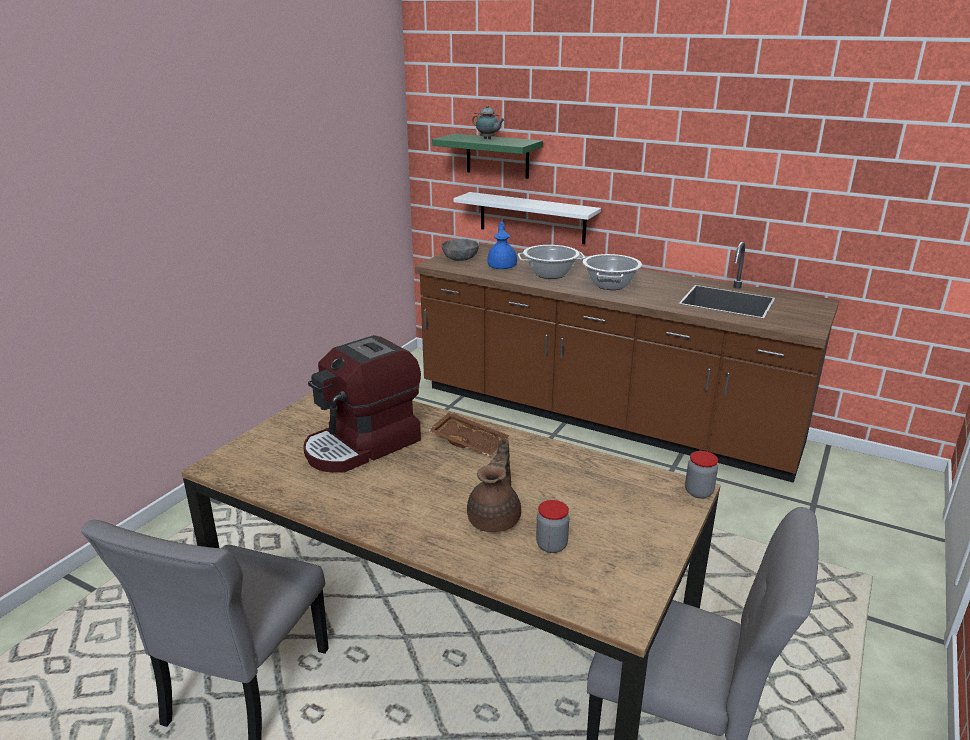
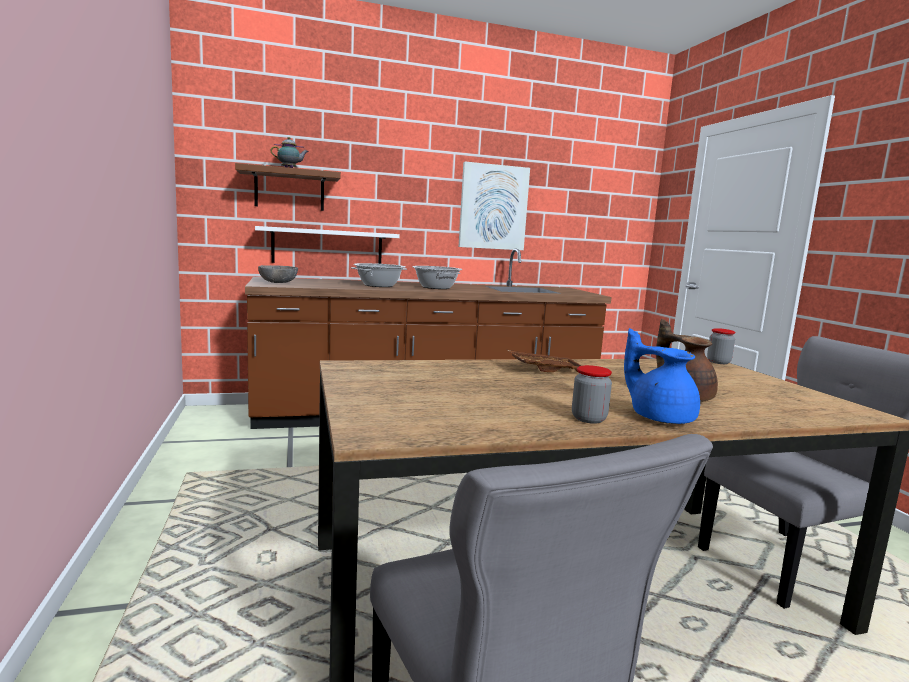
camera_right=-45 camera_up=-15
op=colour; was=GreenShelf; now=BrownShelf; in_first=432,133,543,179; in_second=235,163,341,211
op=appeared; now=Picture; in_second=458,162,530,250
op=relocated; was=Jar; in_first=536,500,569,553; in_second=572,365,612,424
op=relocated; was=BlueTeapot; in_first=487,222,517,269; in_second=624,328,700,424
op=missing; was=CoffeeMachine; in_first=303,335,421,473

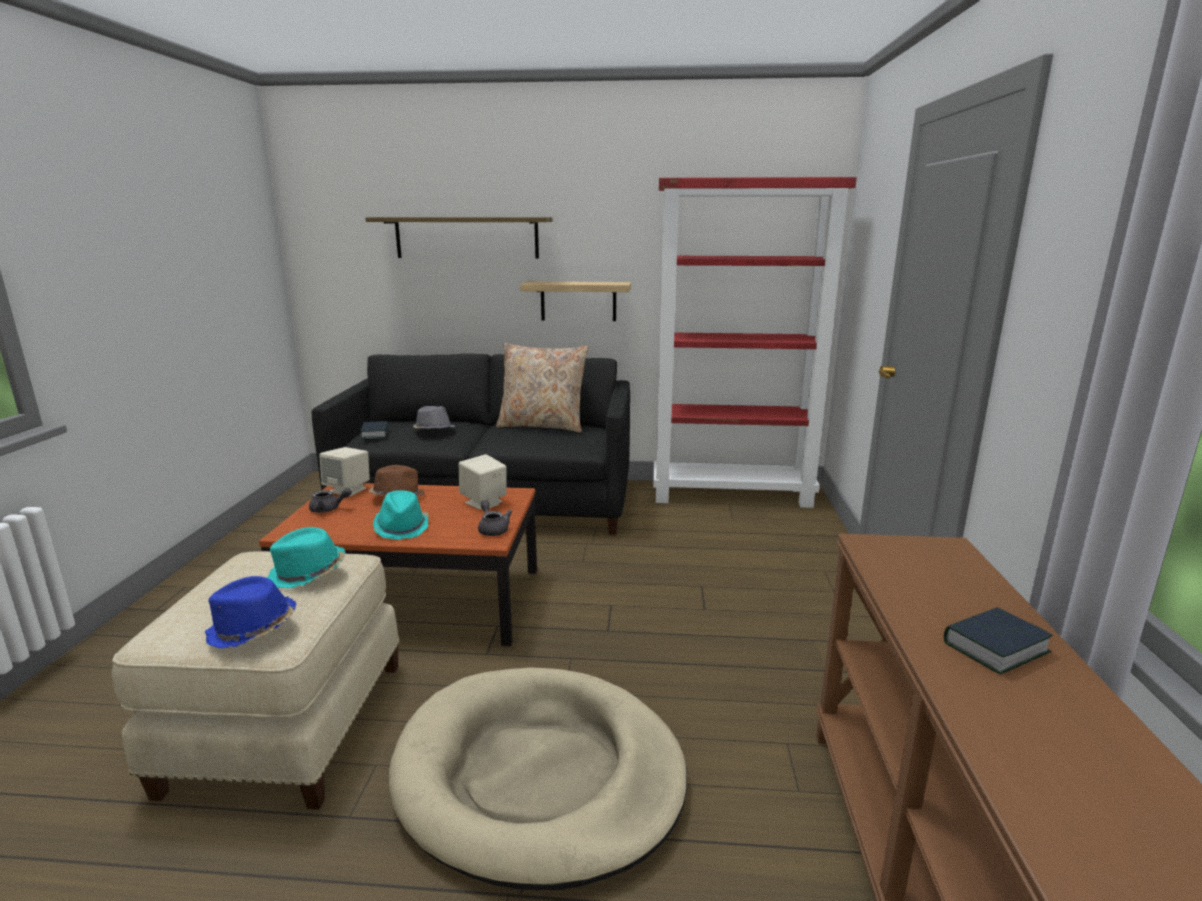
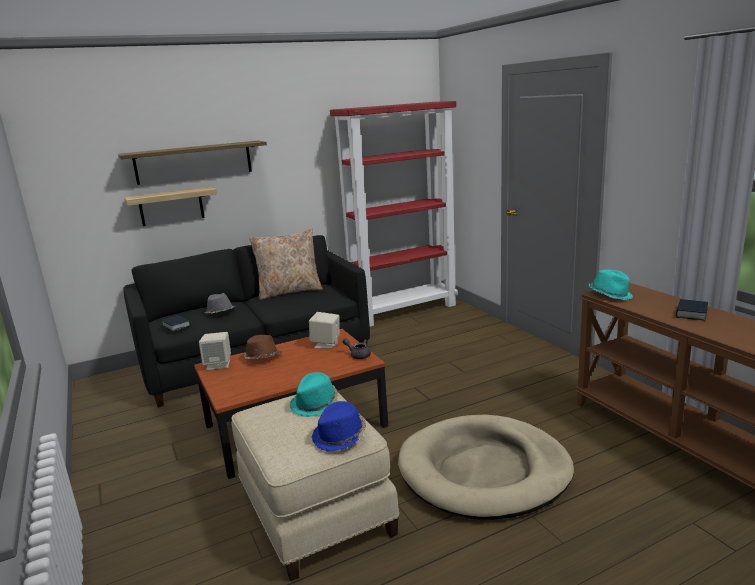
camera_right=-30 camera_up=0
op=relocated; was=Shelf; in_first=520,281,631,321; in_second=124,186,217,226
op=relocated; was=TurquoiseHat; in_first=373,490,429,540; in_second=589,270,633,300
op=missing; was=GreyTeapot; in_first=309,488,352,513

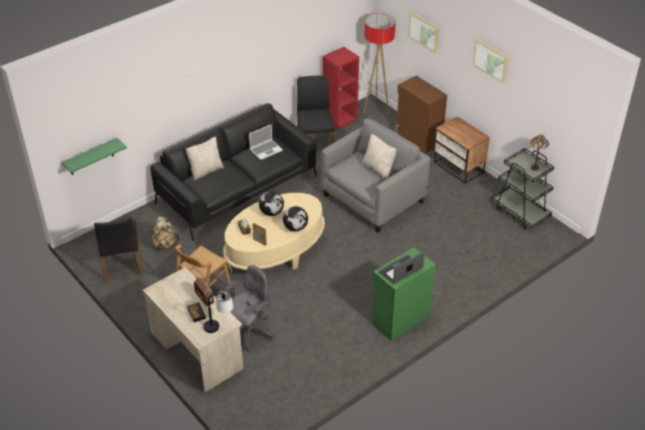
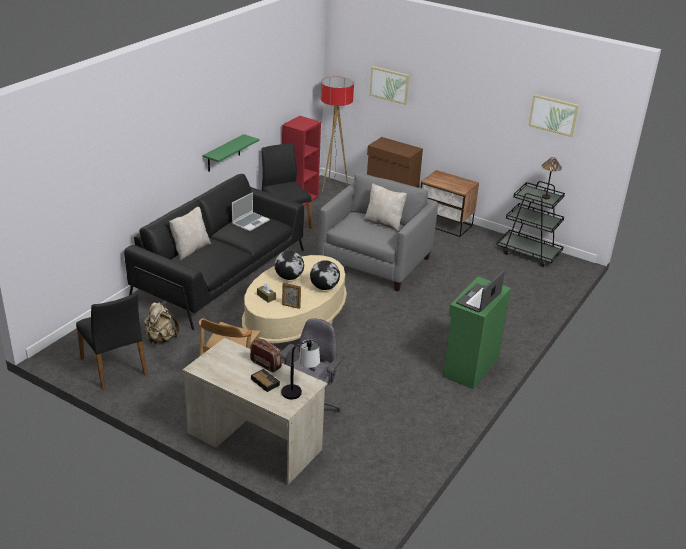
camera_right=-20 camera_up=-10
op=relocated; was=GreenShelf; in_first=61,138,127,175; in_second=203,134,259,172
op=relocated; was=Picture; in_first=472,39,508,83; in_second=528,94,579,137

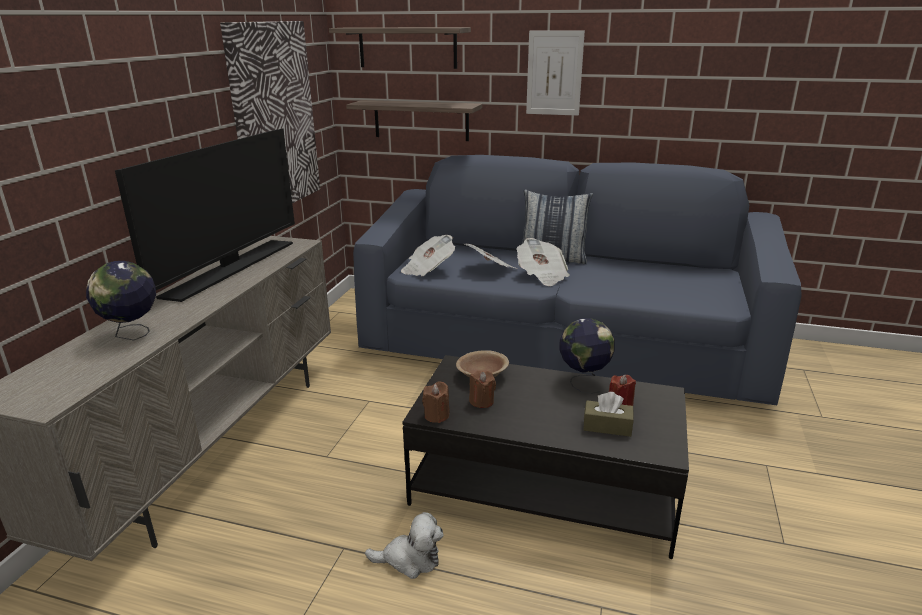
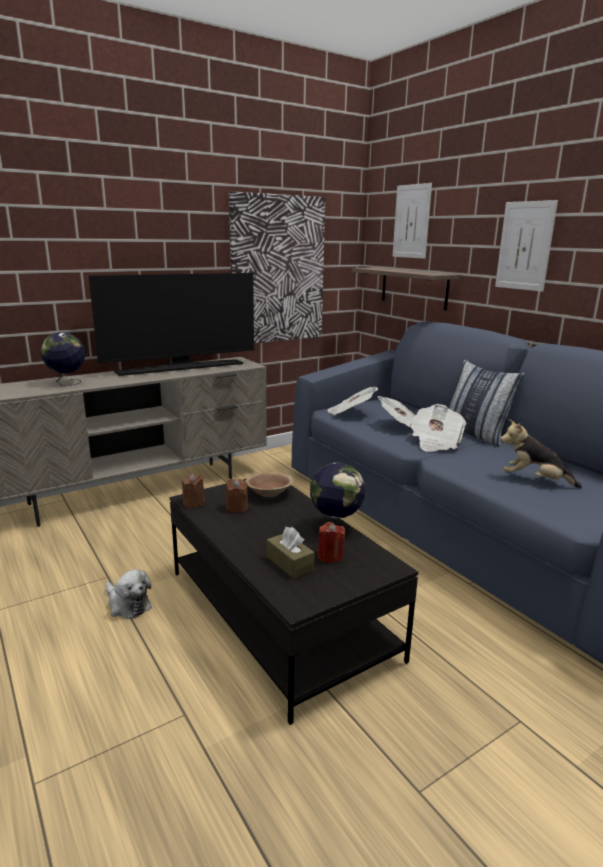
camera_right=40 camera_up=-5
op=exchanged; was=Shelf; now=Picture; in_first=329,27,471,69; in_second=392,183,432,259
op=appeared; now=PlushToy; in_second=500,419,582,488

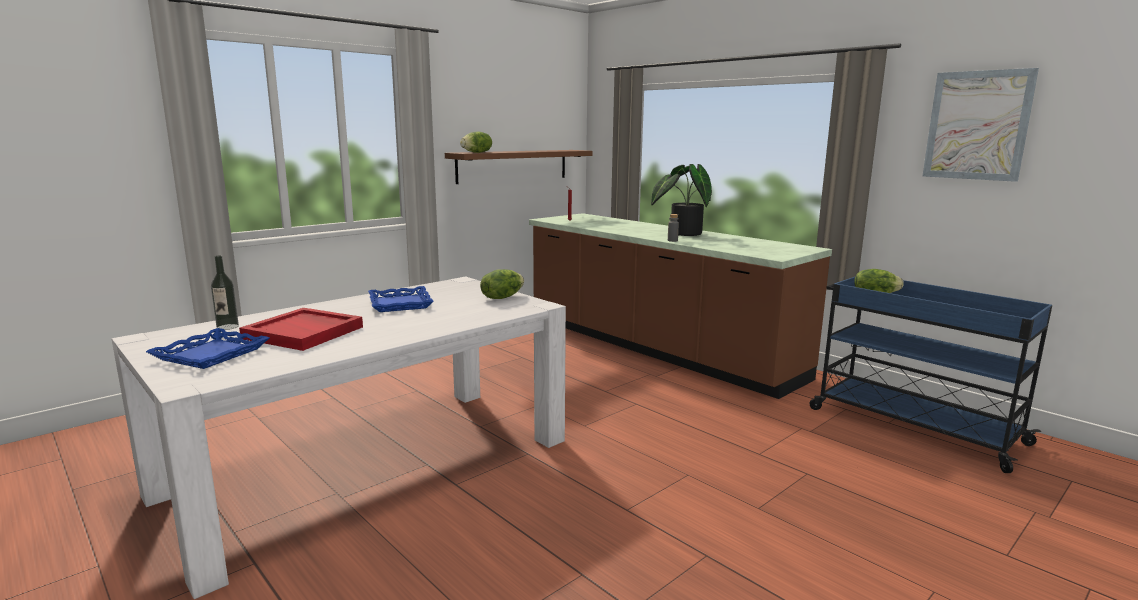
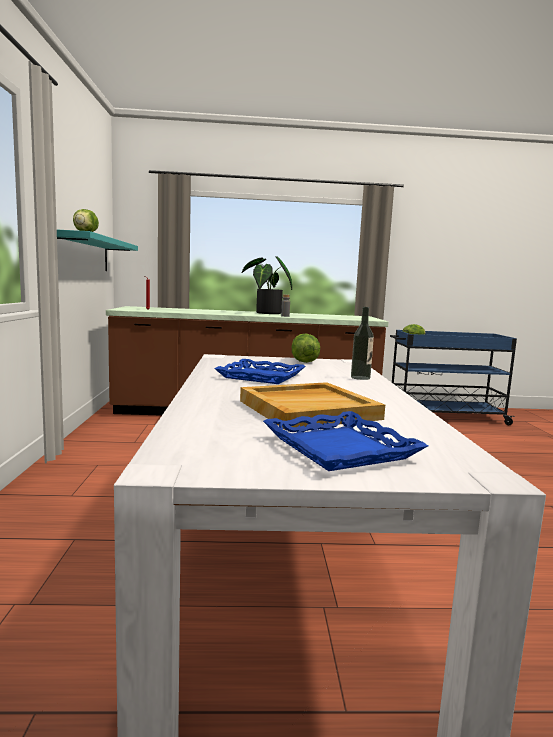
camera_right=-50 camera_up=-5
op=colour; was=BrownShelf; now=TurquoiseShelf; in_first=445,150,592,184; in_second=57,230,138,271
op=colour; was=RedTray; now=BeigeTray; in_first=239,308,363,351; in_second=240,382,385,430
op=relocated; was=Bottle; in_first=211,256,239,330; in_second=351,307,374,380
op=missing; was=Picture; in_first=923,68,1039,182

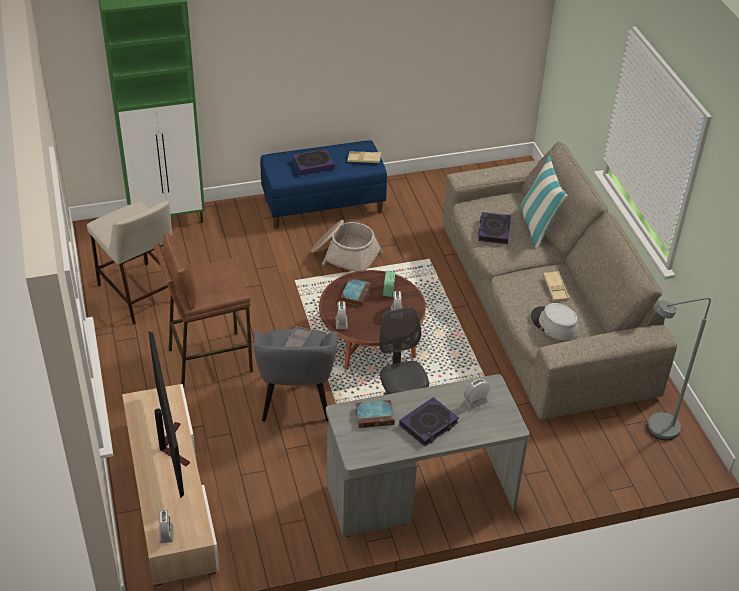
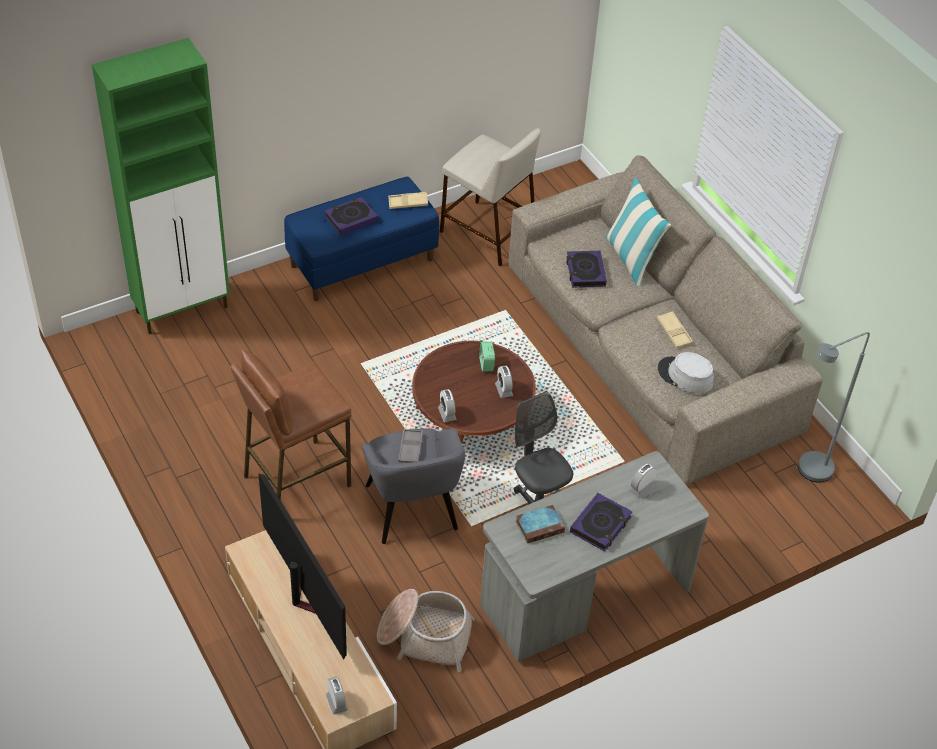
camera_right=-15 camera_up=5
op=relocated; was=Basket; in_first=311,220,383,272; in_second=377,589,474,672
op=relocated; was=BeigeStool; in_first=87,200,172,325; in_second=440,128,541,266
op=missing; was=Book; in_first=340,278,372,307

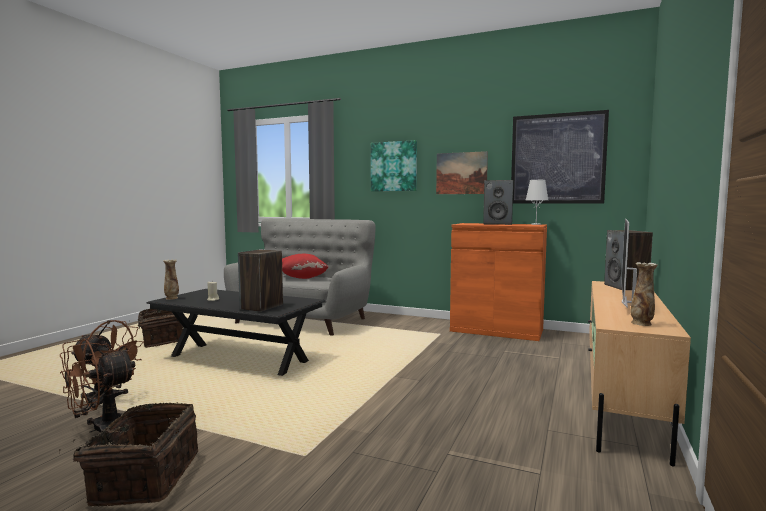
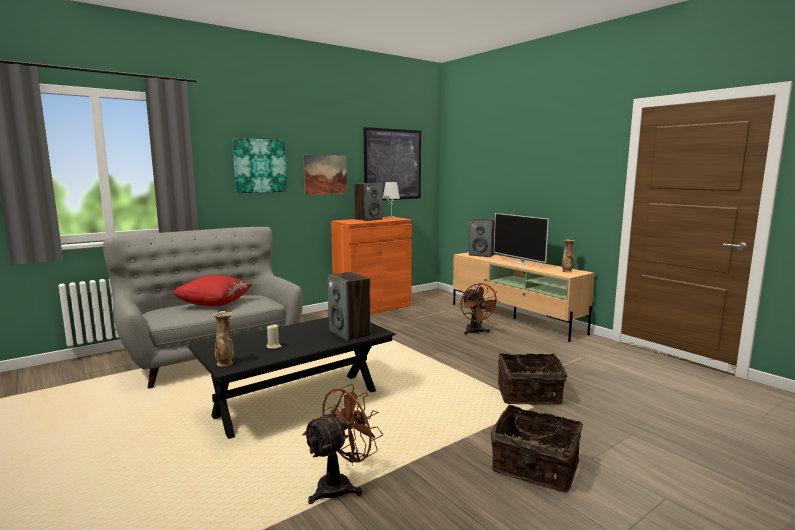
camera_right=-60 camera_up=5
op=relocated; was=BrownFan; in_first=60,339,136,433; in_second=461,283,500,335
op=relocated; was=Basket; in_first=127,309,183,348; in_second=498,353,567,405

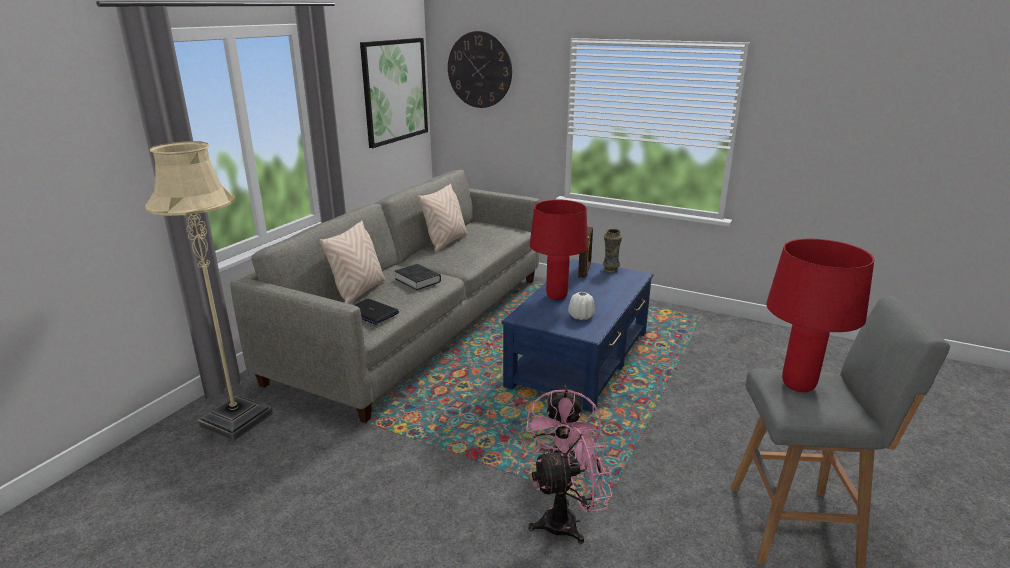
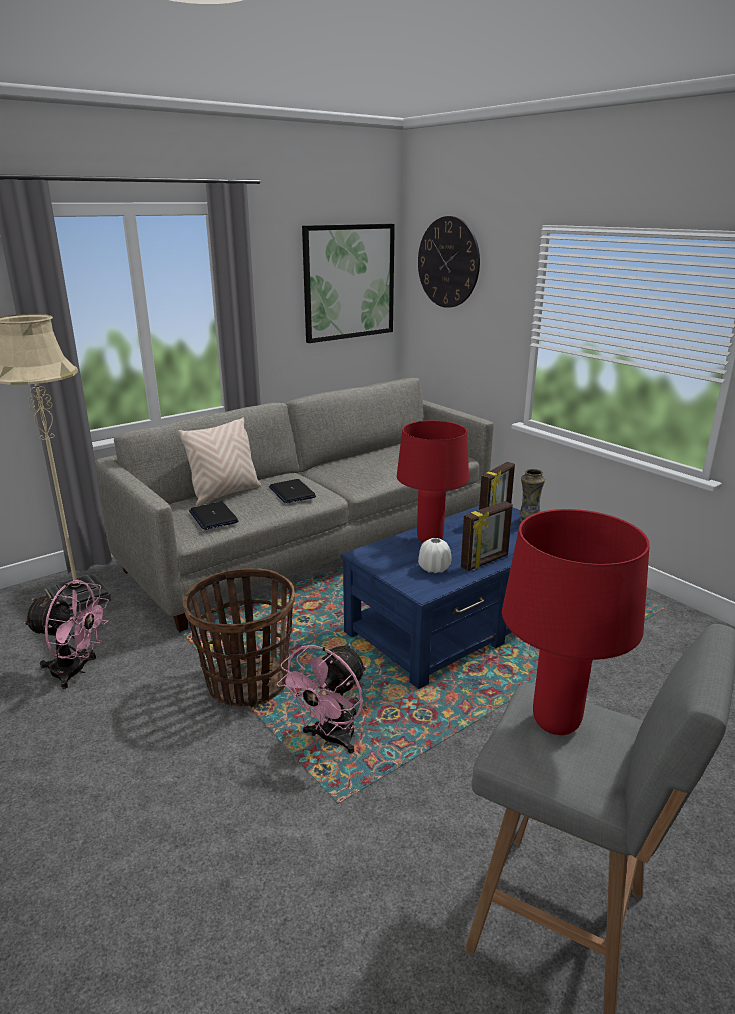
camera_right=25 camera_up=0
op=relocated; was=PinkFan; in_first=528,427,612,544; in_second=24,580,109,689
op=appeared; now=Basket; in_second=183,568,295,707
op=exchanged; was=BlackBook; now=Laptop; in_first=394,264,441,290; in_second=269,479,316,503
op=appeared; now=PictureFrame; in_second=461,501,513,571
op=missing; was=BeigePillow; in_first=418,183,467,252

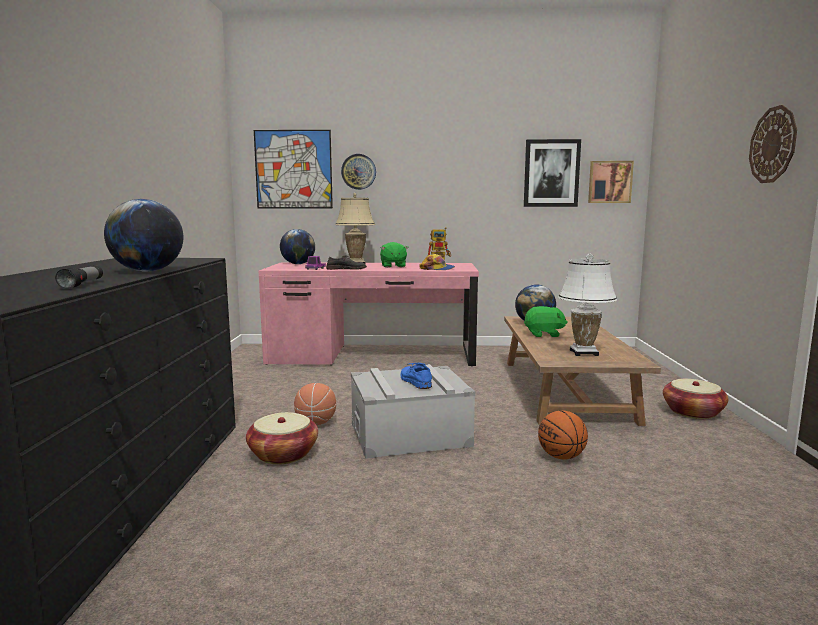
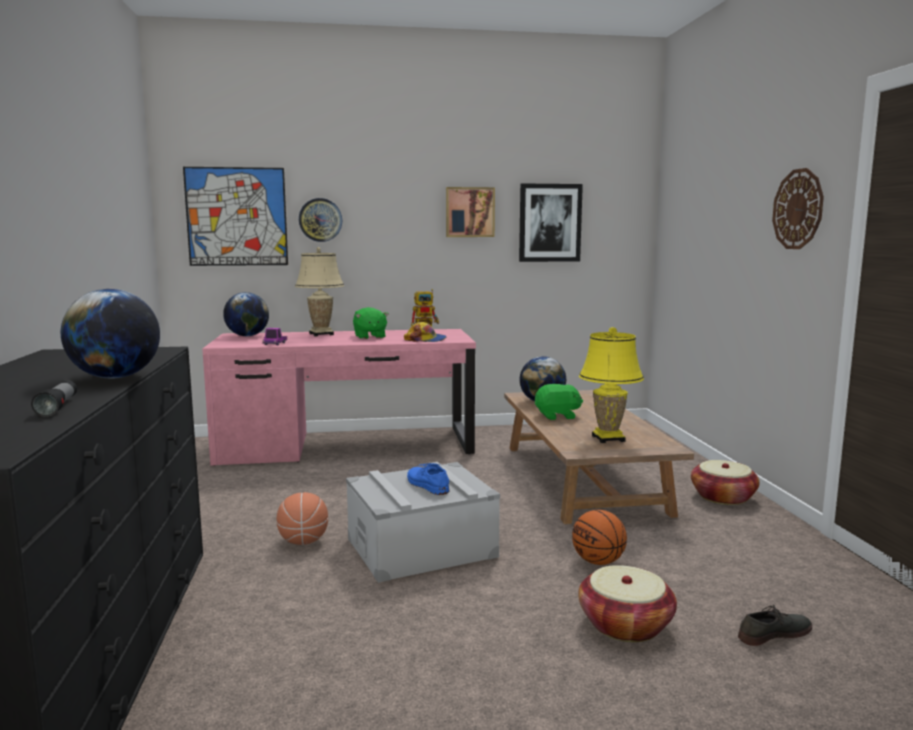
camera_right=-10 camera_up=0
op=relocated; was=Picture; in_first=588,161,634,203; in_second=446,187,495,237
op=relocated; was=Basket; in_first=246,412,318,464; in_second=578,565,677,642
op=colour; was=WhiteTableLamp; now=YellowTableLamp; in_first=558,253,617,356; in_second=579,327,644,443
op=relocated; was=GreyShoe; in_first=326,255,367,270; in_second=738,604,812,646

